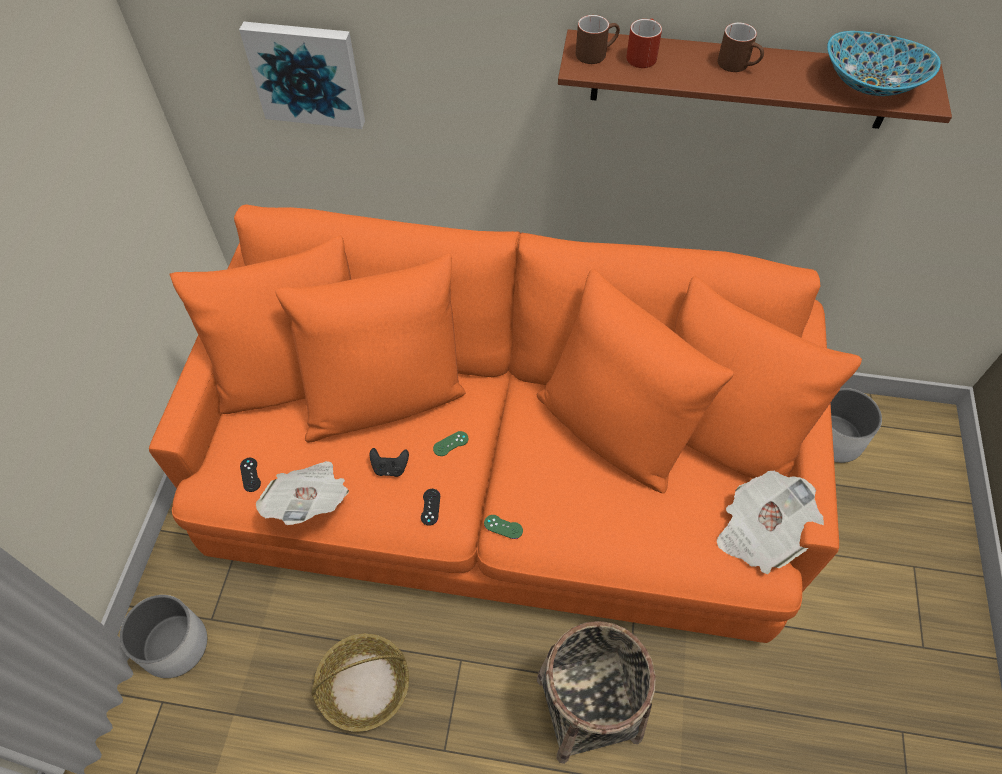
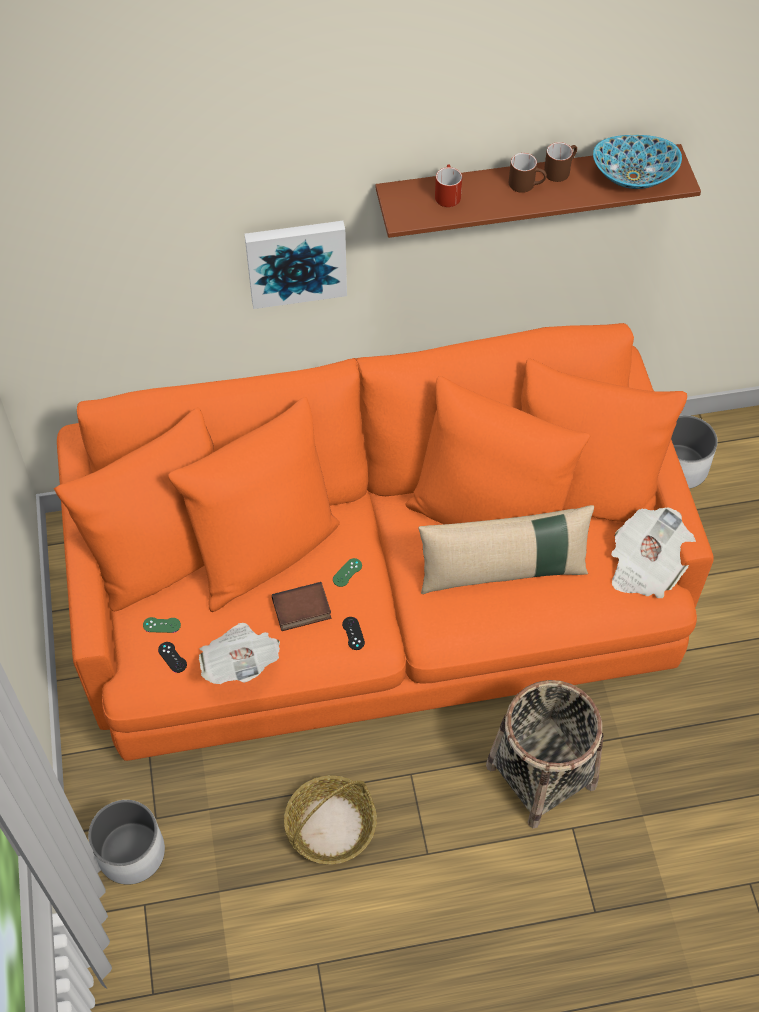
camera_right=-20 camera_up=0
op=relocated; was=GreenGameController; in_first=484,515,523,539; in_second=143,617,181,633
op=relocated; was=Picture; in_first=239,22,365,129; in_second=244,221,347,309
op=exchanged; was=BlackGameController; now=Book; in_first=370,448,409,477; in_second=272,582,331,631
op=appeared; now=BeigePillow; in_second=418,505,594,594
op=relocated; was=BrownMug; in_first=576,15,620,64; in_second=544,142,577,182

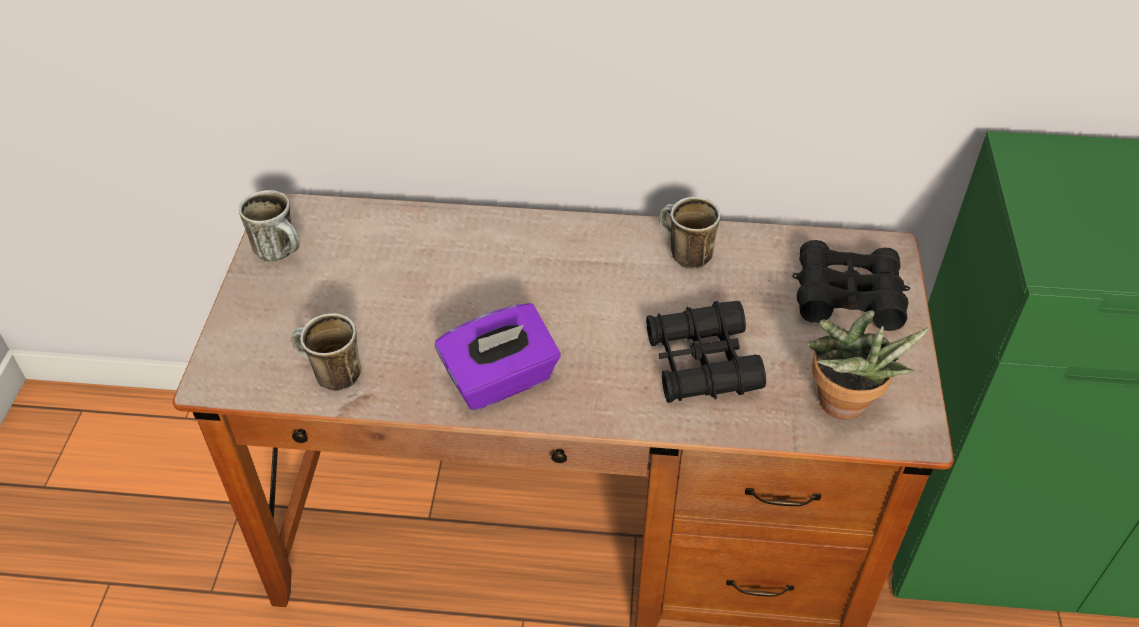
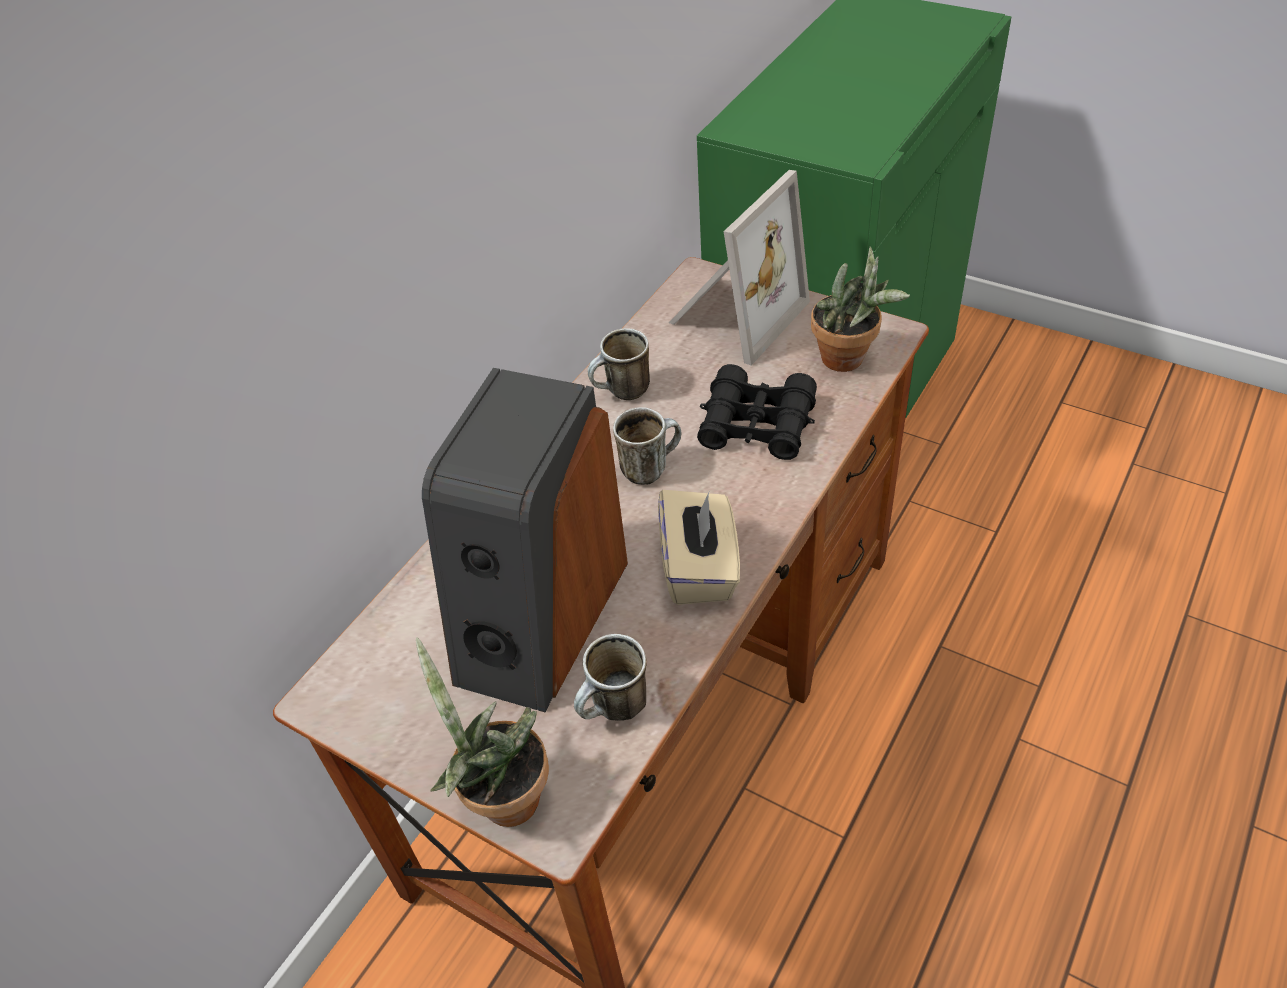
camera_right=-60 camera_up=0
op=appeared; now=PottedPlant; in_second=416,637,549,827
op=appeared; now=Speaker; in_second=422,368,628,713
op=relocated; was=Mug; in_first=239,190,300,262; in_second=613,407,682,485
op=colour; was=PurpleTissueBox; now=BeigeTissueBox; in_first=435,303,560,411; in_second=658,490,740,605
op=exchanged; was=BlackBinoculars; now=PictureFrame; in_first=792,240,910,331; in_second=669,170,810,366

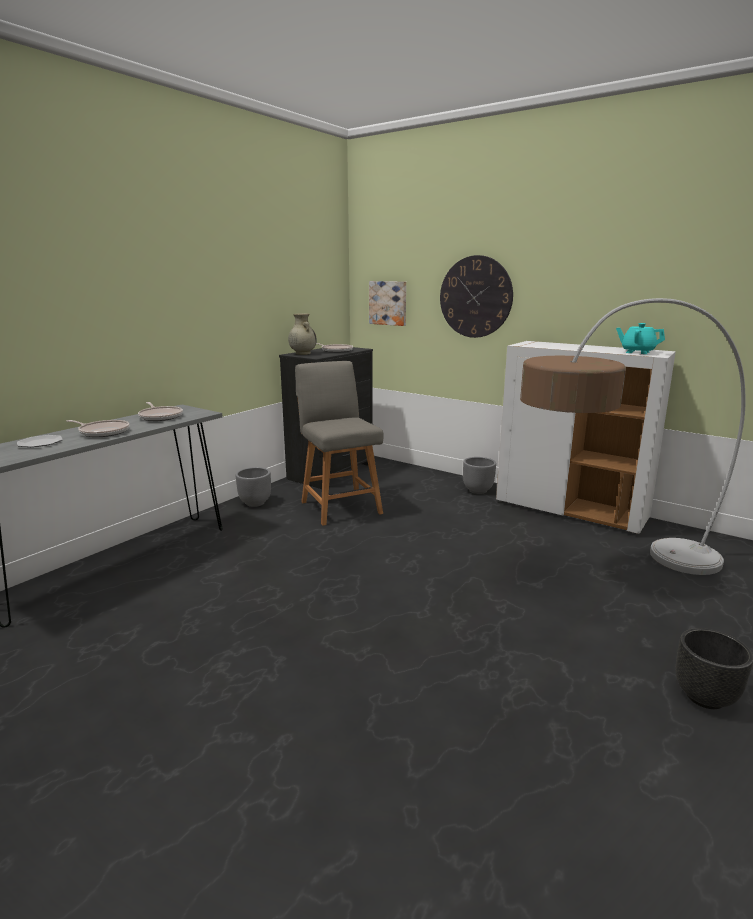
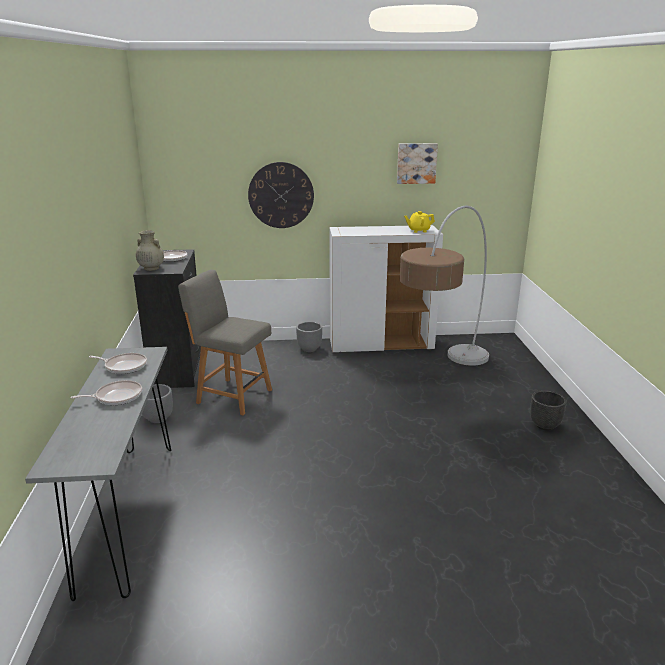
camera_right=-40 camera_up=5
op=relocated; was=Picture; in_first=369,281,406,326; in_second=397,143,438,184
op=colour; was=TurquoiseTeapot; now=YellowTeapot; in_first=616,323,665,354; in_second=404,211,435,233
op=missing; was=Plate; in_first=17,435,63,447

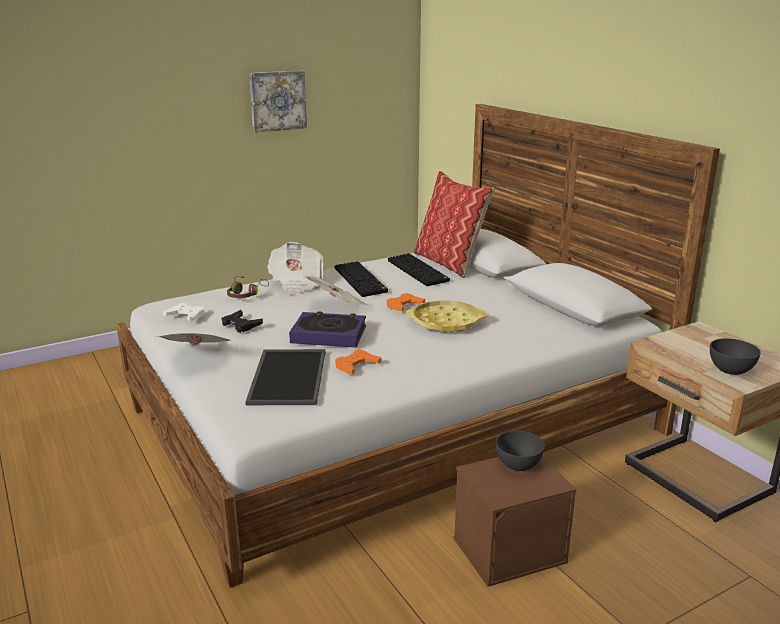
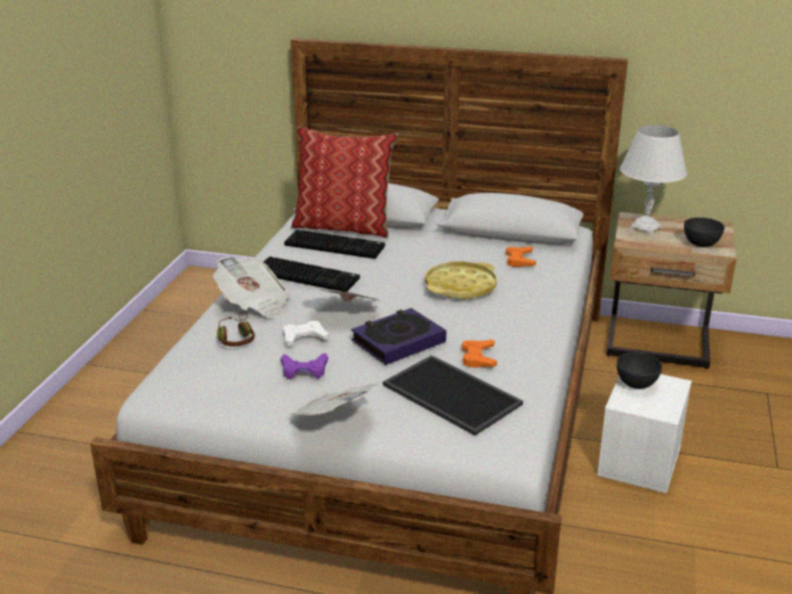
camera_right=-45 camera_up=5
op=colour; was=BlackGameController; now=PurpleGameController; in_first=221,310,263,333; in_second=281,353,328,379
op=relocated; was=WhiteGameController; in_first=163,303,204,321; in_second=283,321,329,346
op=relocated; was=OrangeGameController; in_first=387,293,425,311; in_second=506,246,536,267
op=colour; was=BrownStorageBox; now=WhiteStorageBox; in_first=454,456,577,587; in_second=597,374,692,493
op=appeared; now=WhiteTableLamp; in_second=620,125,687,236
op=missing; was=Picture; in_first=249,70,307,133

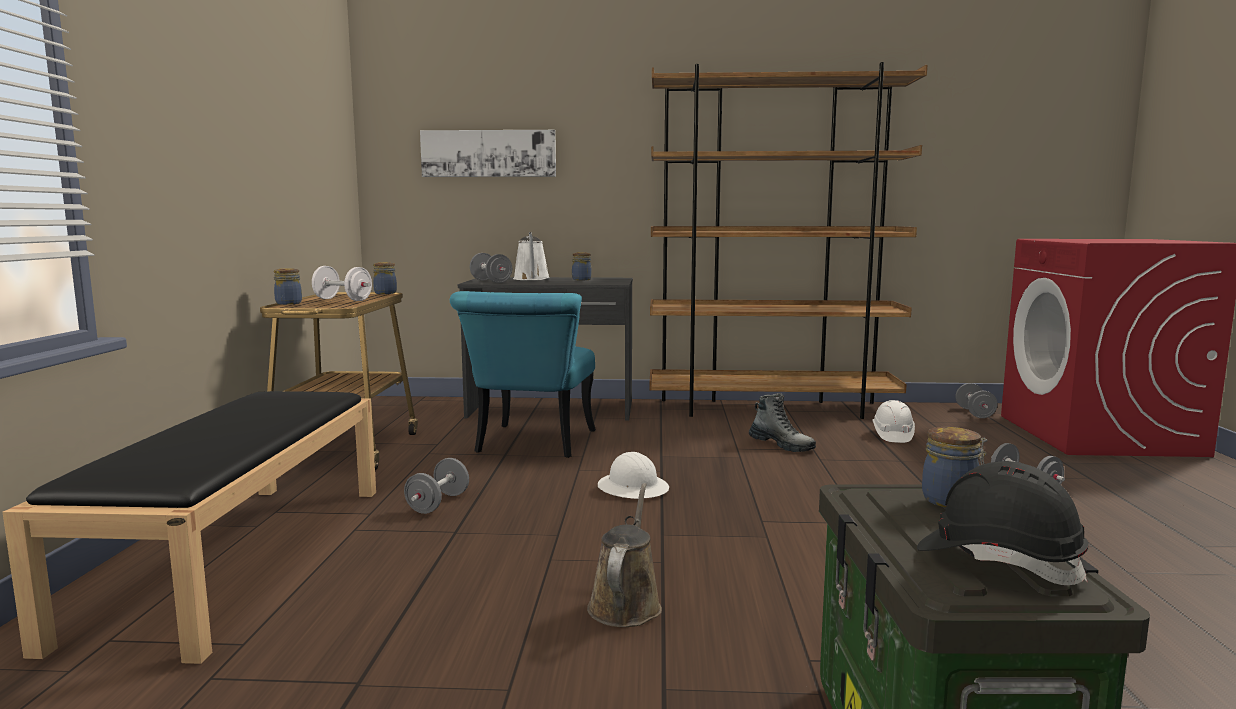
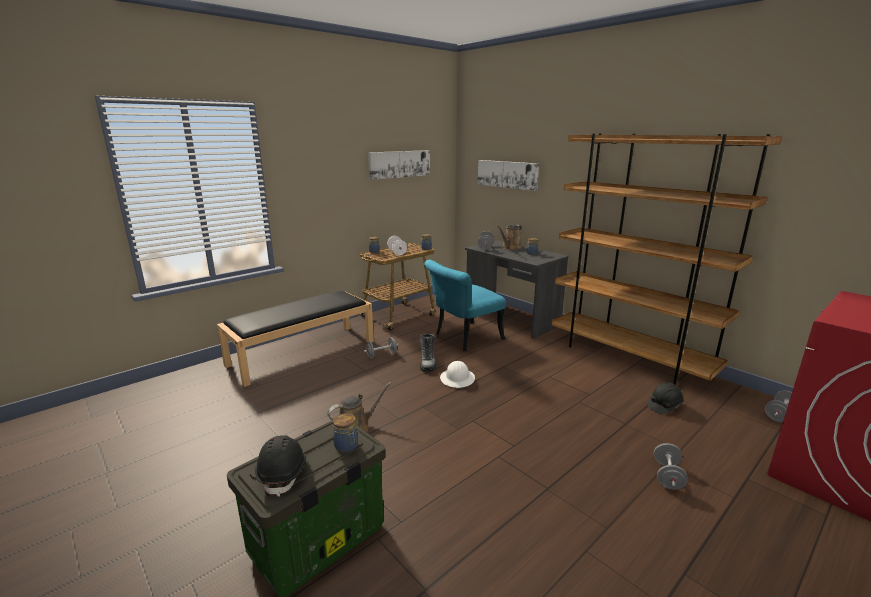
camera_right=45 camera_up=10
op=appeared; now=Picture; in_second=368,150,430,180
op=relocated; was=Boot; in_first=749,393,816,452; in_second=420,334,436,371
op=colour; was=WhiteWateringCan; now=BrownWateringCan; in_first=513,232,550,280; in_second=497,224,523,250
op=colour; was=WhiteHardHat; now=BlackHardHat; in_first=872,400,915,443; in_second=647,382,684,414

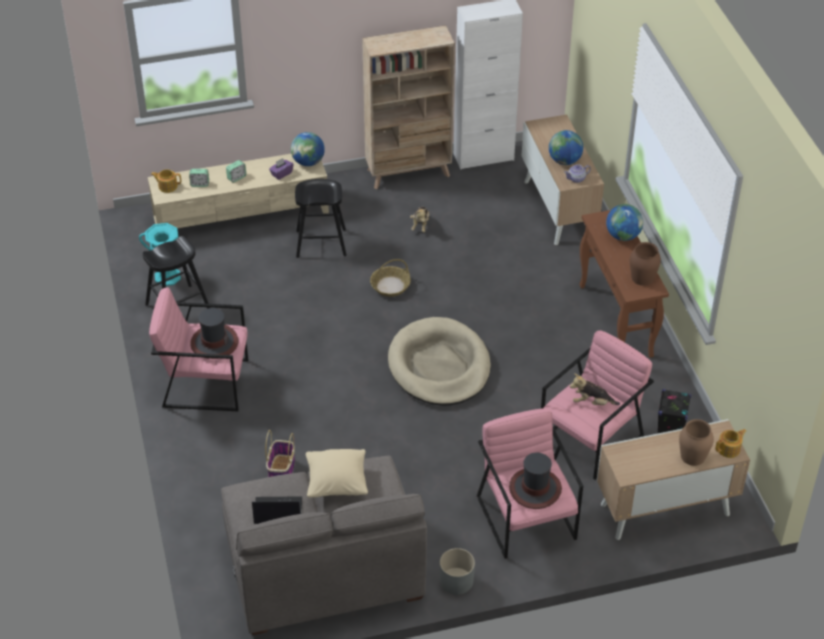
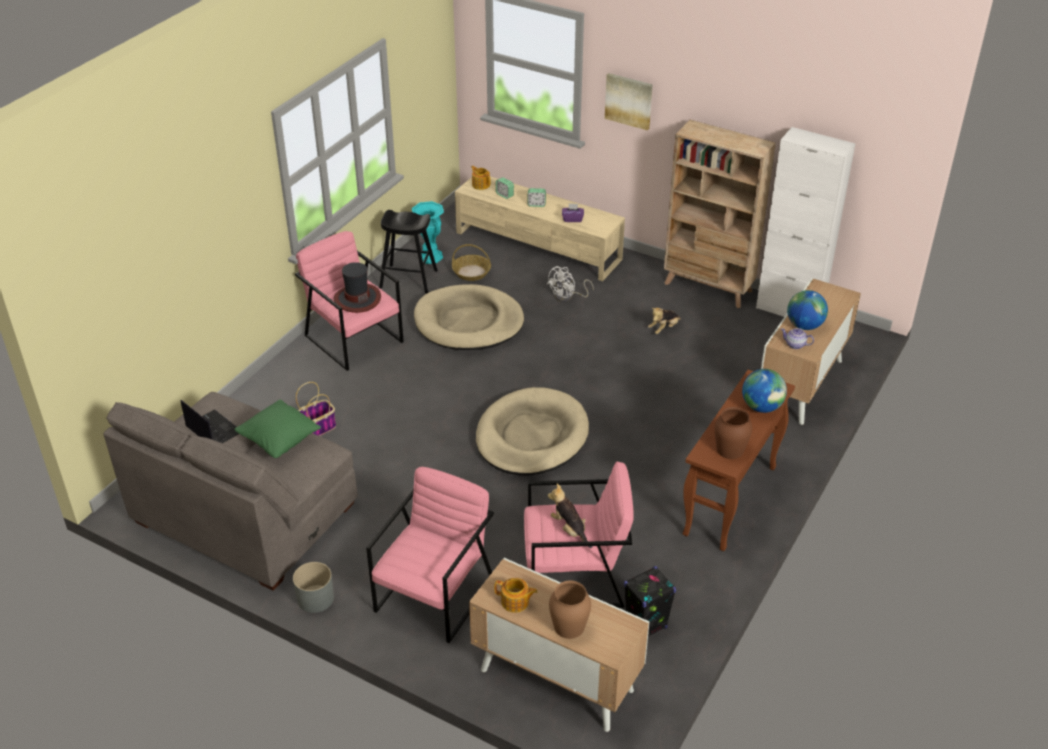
camera_right=45 camera_up=-5
op=colour; was=BeigePillow; now=GreenPillow; in_first=306,449,368,497; in_second=235,400,321,458
op=appeared; now=BeigeDogBed; in_second=414,284,524,350
op=relocated; was=Basket; in_first=370,259,411,297; in_second=452,244,491,281
op=relocated; was=Teapot; in_first=715,429,746,458; in_second=494,578,538,613
op=exchanged; was=BlackStool; now=WhiteFan; in_first=295,179,347,258; in_second=547,266,594,302
op=appeared; now=Picture; in_second=605,73,653,130
op=missing; was=Globe; in_first=291,132,325,166
op=missing; was=Hat; in_first=509,453,562,509

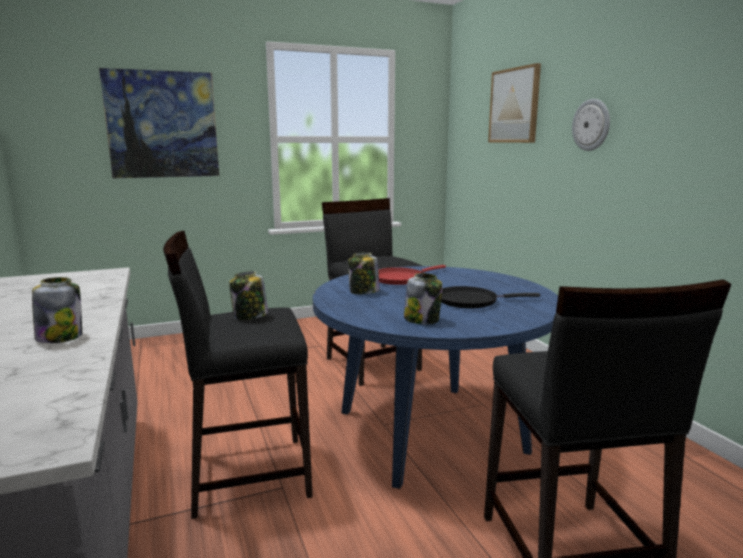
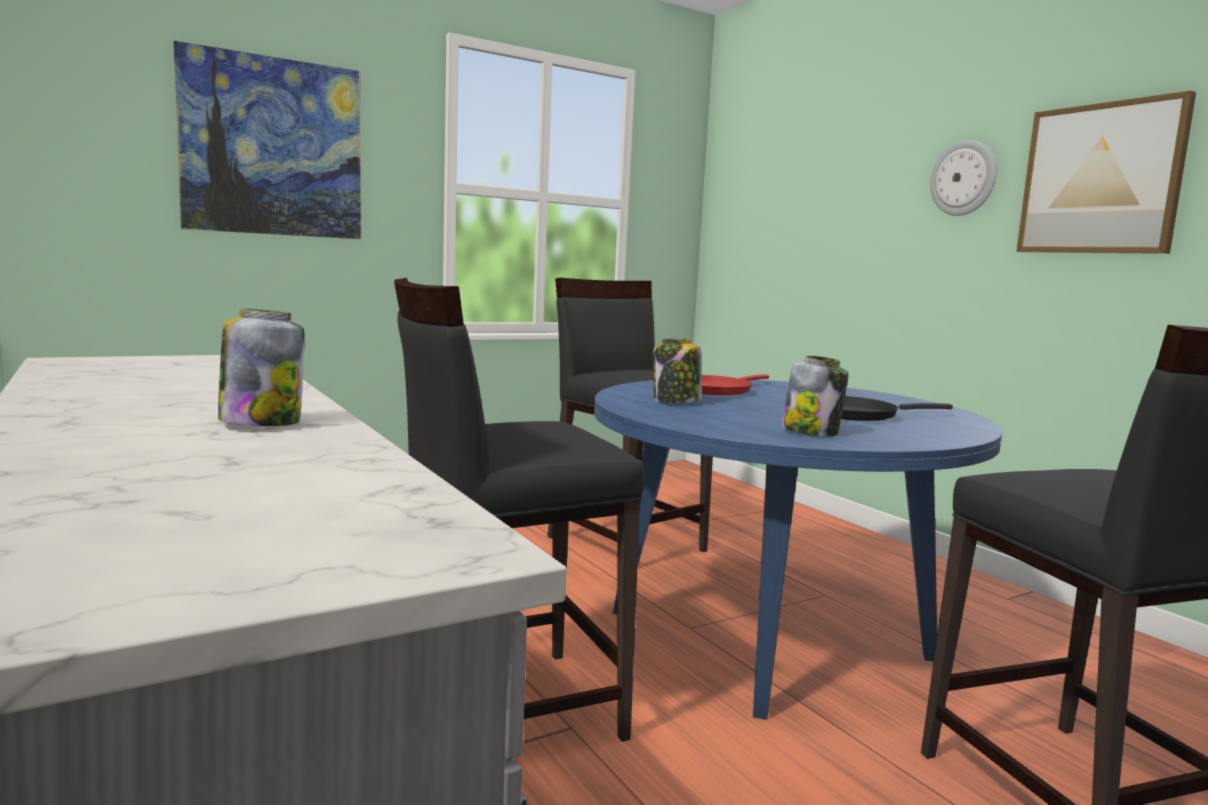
camera_right=-10 camera_up=-5
op=relocated; was=Picture; in_first=488,63,541,143; in_second=1016,91,1196,254
op=missing; was=Jar; in_first=229,271,268,320

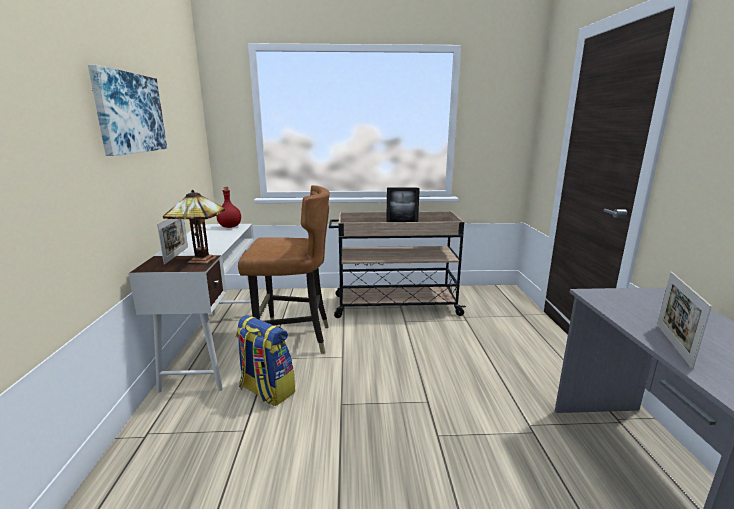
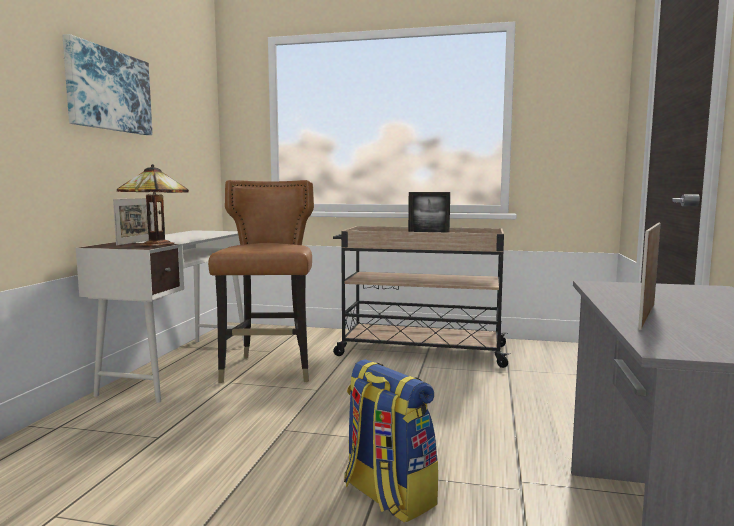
camera_right=15 camera_up=-10
op=spun; was=BrownChair; in_first=238,185,330,354; in_second=208,180,314,383; clockwise=-105
op=relocated; was=Backpack; in_first=236,315,295,406; in_second=344,359,438,523
op=missing; was=RedBottle; in_first=217,187,241,228

